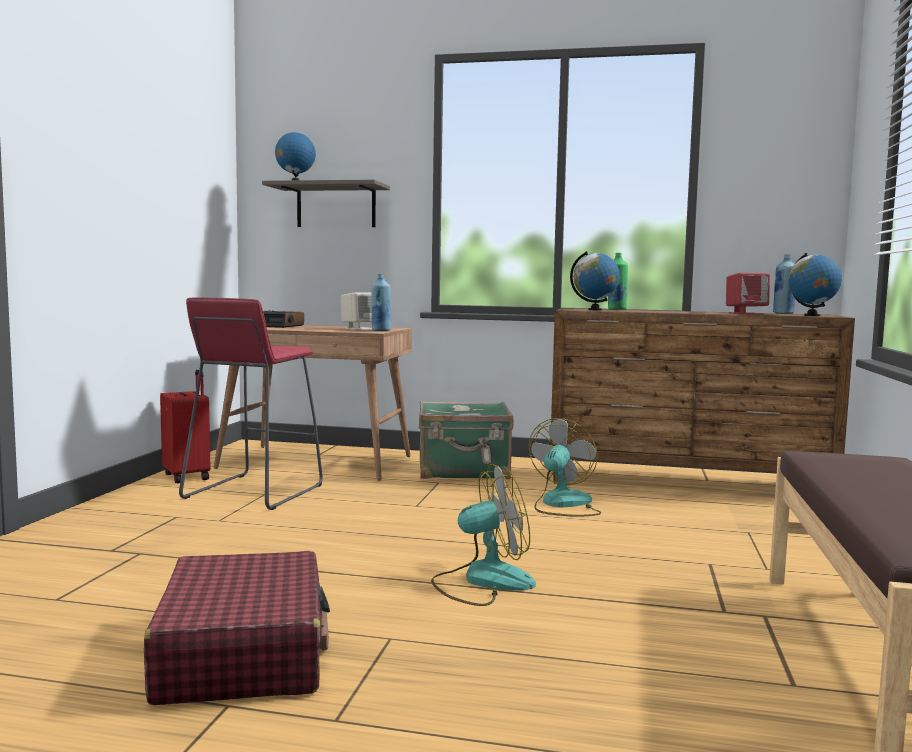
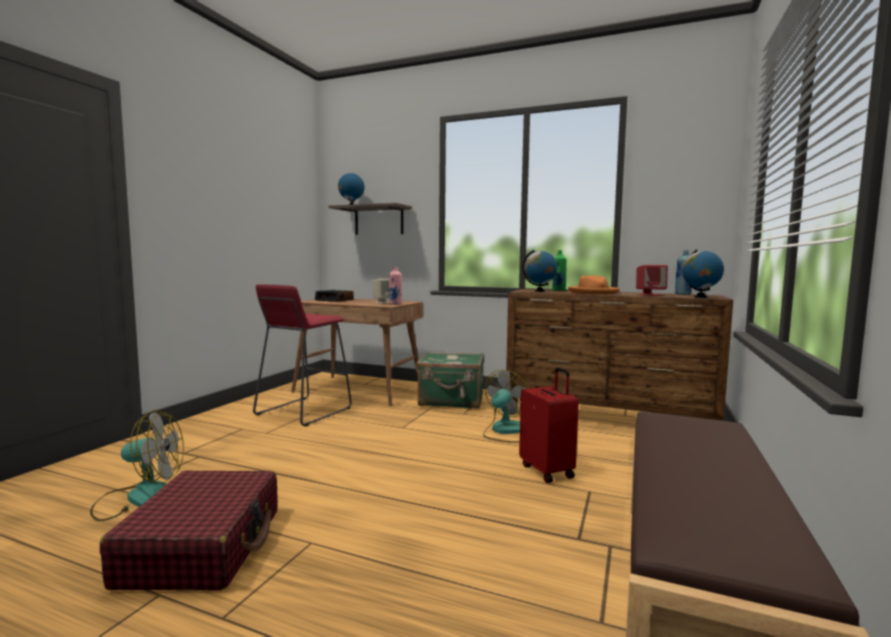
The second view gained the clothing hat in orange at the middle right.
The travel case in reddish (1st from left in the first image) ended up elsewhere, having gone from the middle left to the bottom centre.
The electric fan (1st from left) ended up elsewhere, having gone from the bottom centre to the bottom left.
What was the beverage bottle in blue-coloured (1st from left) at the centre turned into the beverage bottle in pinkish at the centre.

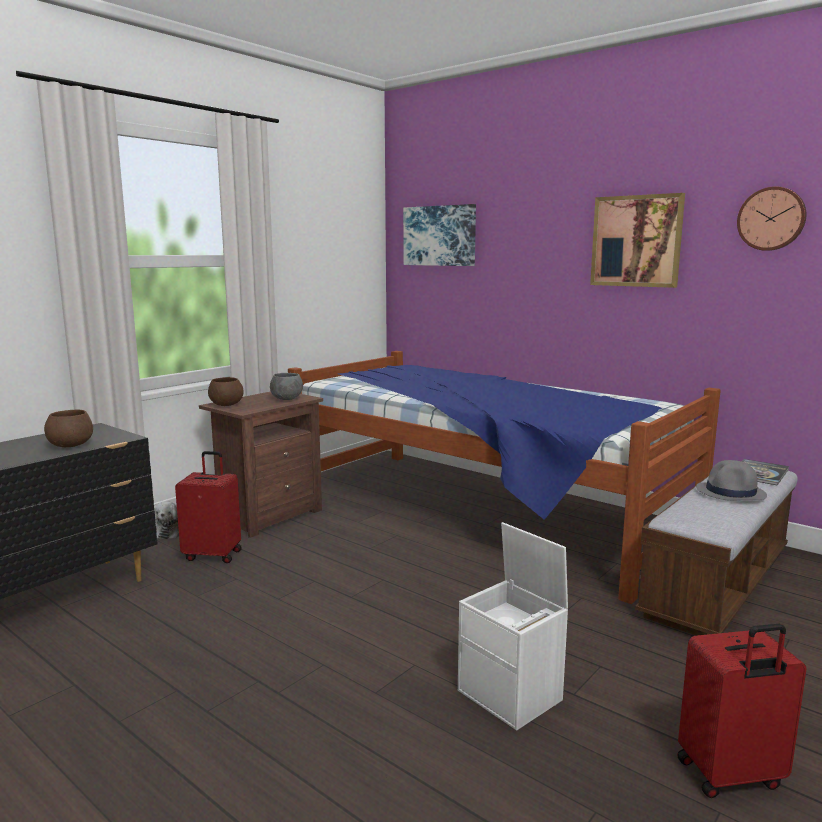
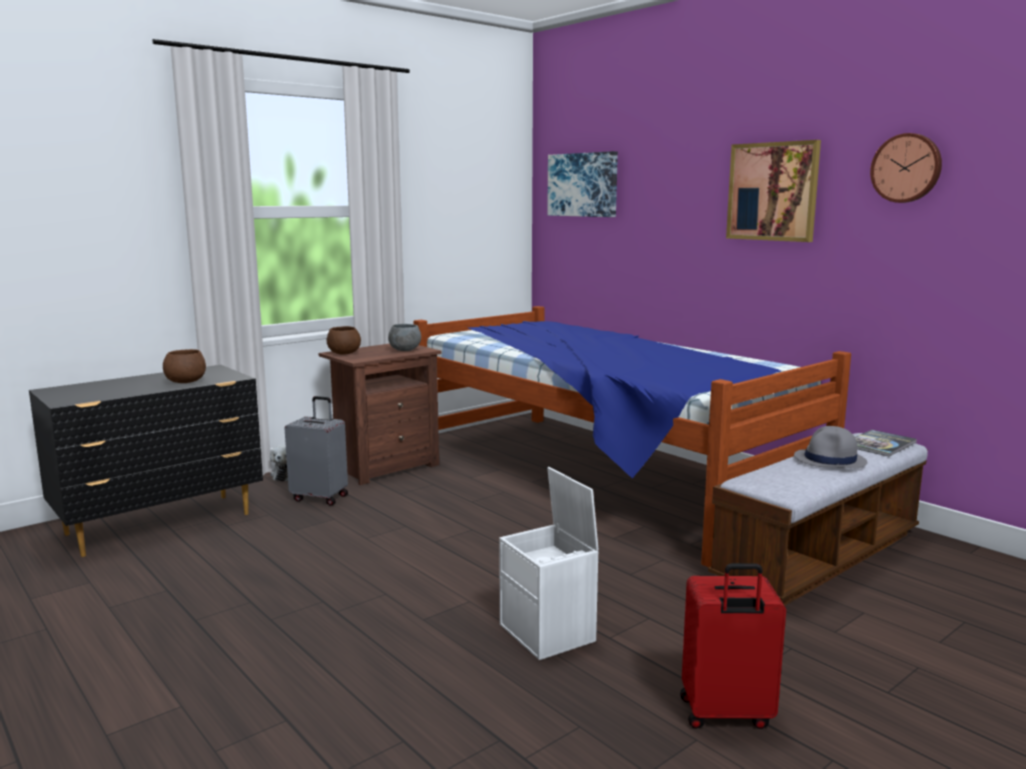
What was the travel case in reddish (1st from left) at the middle left turned into the travel case in gray at the middle left.

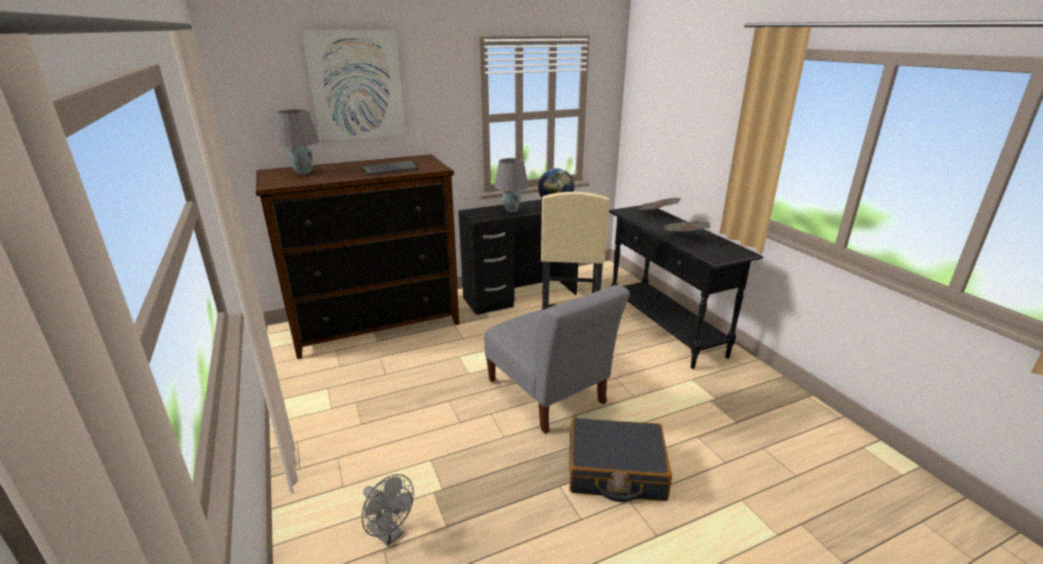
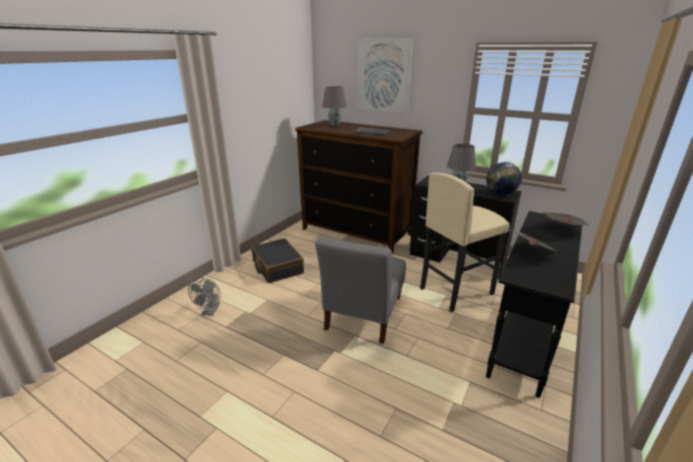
The travel case in blackish ended up elsewhere, having gone from the bottom centre to the centre.

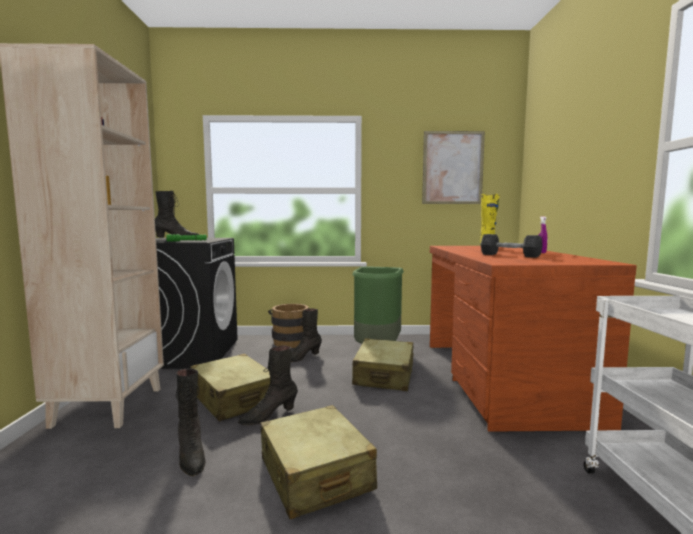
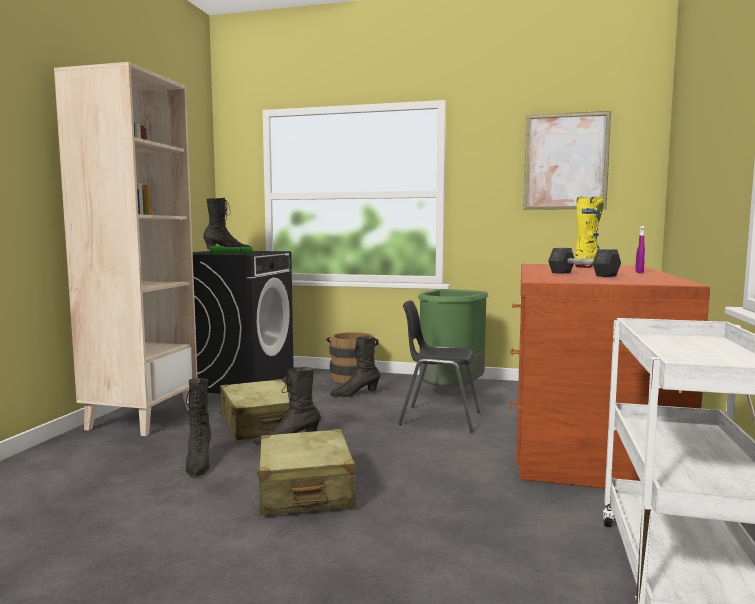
Where the travel case in beige (3rd from left) stood at the bottom centre, the upright chair in blackish came to stand at the centre.

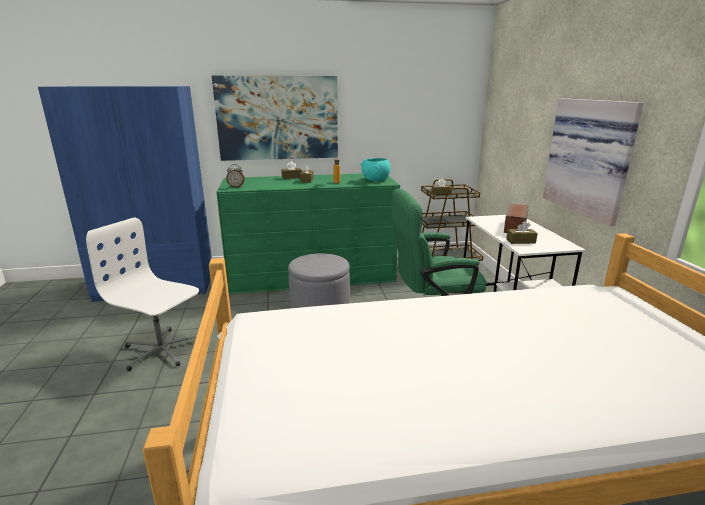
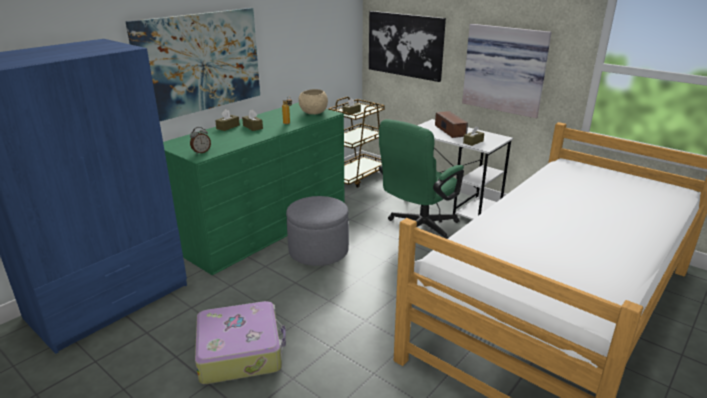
The second view gained the wall art (2nd from left) at the top centre.
Where the desk chair in white-coloured stood at the middle left, the travel case came to stand at the bottom centre.
What was the bowl in blue-green at the centre turned into the bowl in beige at the top centre.

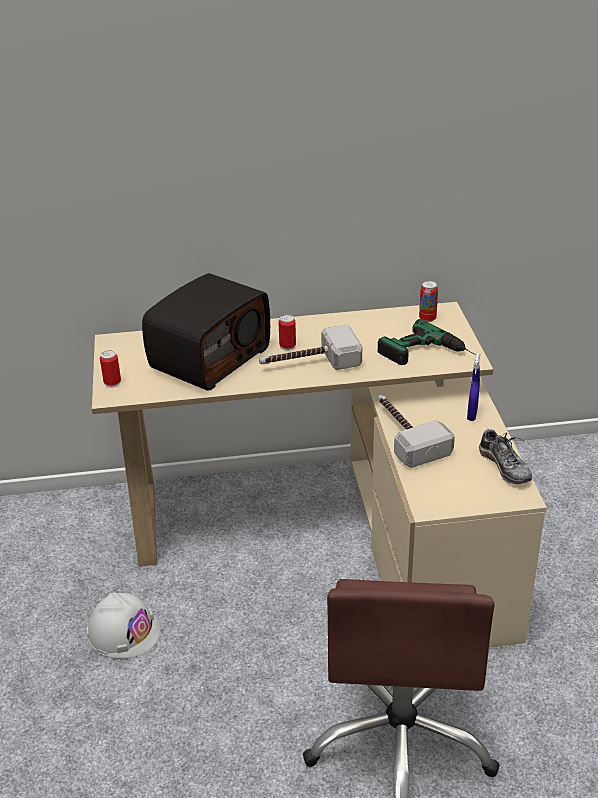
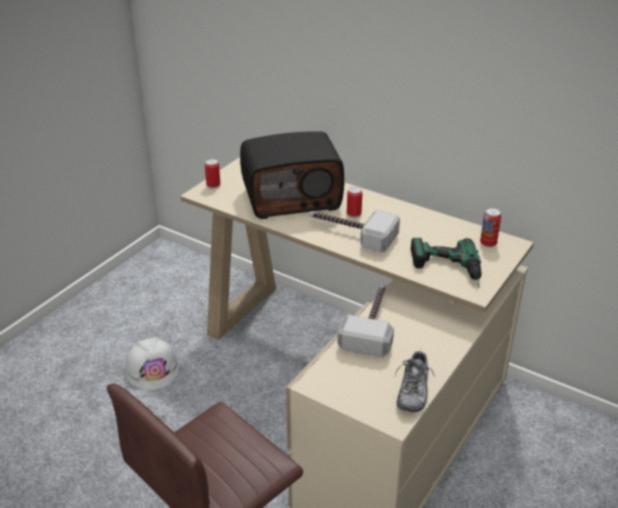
The second view lost the hand sprayer in blue-coloured at the middle right.

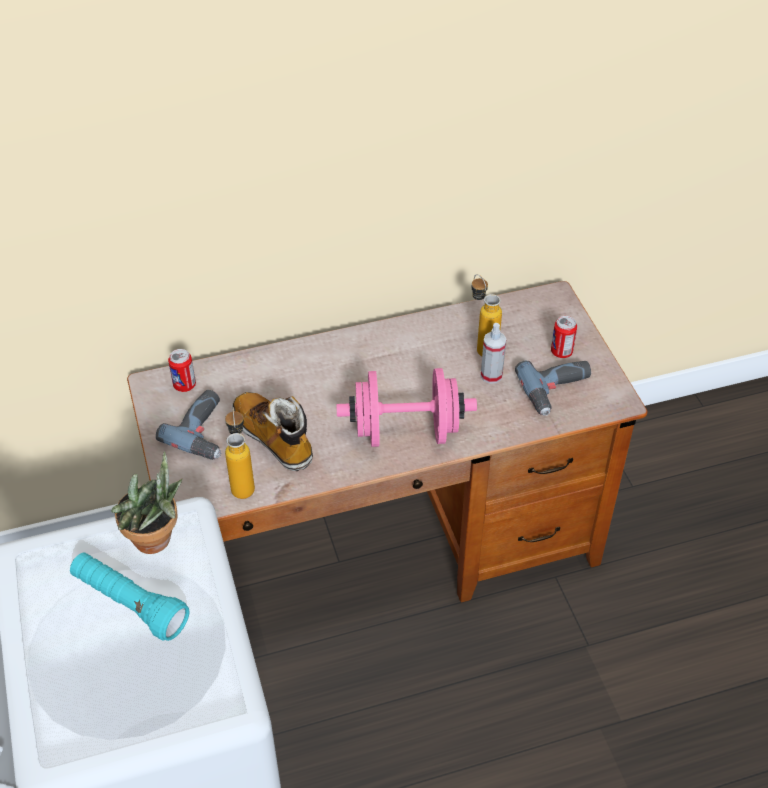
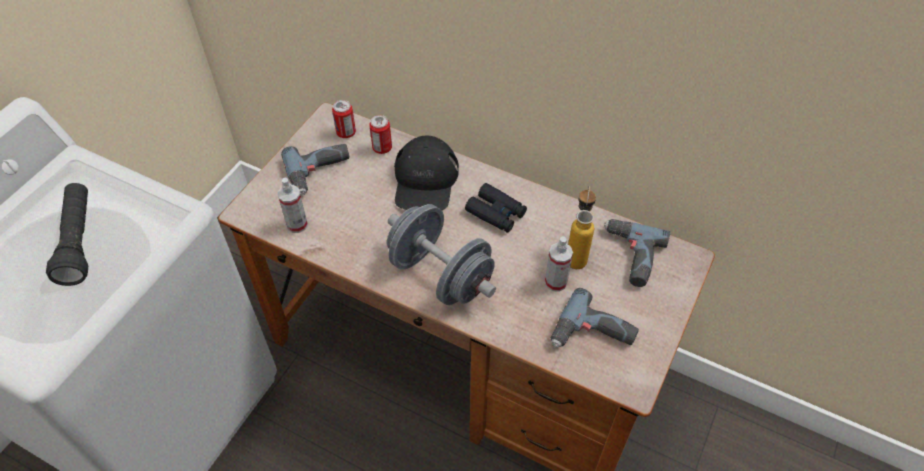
The second view lost the potted plant at the middle left.
The second view lost the boot at the centre.
The second view gained the cap in blackish at the centre.
The second view gained the pair of binoculars in blackish at the centre.
The second view gained the power drill (3rd from left) at the middle right.
The metal can (2nd from left) ended up elsewhere, having gone from the middle right to the top centre.
Where the beverage bottle (1st from left) stood at the middle left, the hand sprayer (1st from left) came to stand at the middle left.
What was the hand torch in blue-green at the bottom left turned into the hand torch in blackish at the middle left.
What was the dumbbell in pinkish at the centre turned into the dumbbell in gray at the centre.

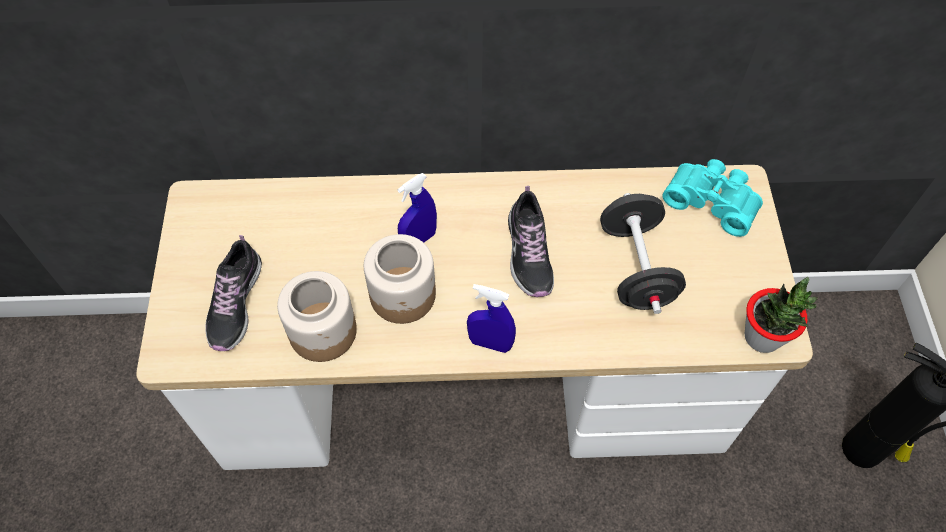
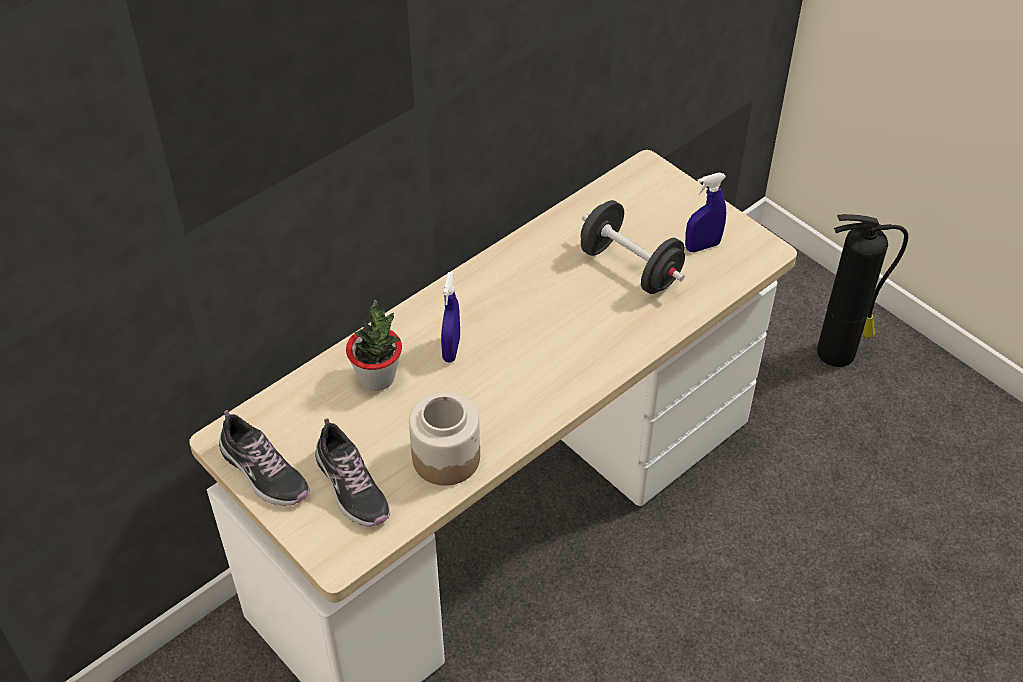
The second view lost the jar (2nd from left) at the centre.
The second view lost the pair of binoculars in blue-green at the middle right.
The hand sprayer in blue-coloured (2nd from left) ended up elsewhere, having gone from the centre to the top right.
The item of footwear (2nd from left in the first image) ended up elsewhere, having gone from the centre to the bottom left.
The potted plant ended up elsewhere, having gone from the middle right to the centre.

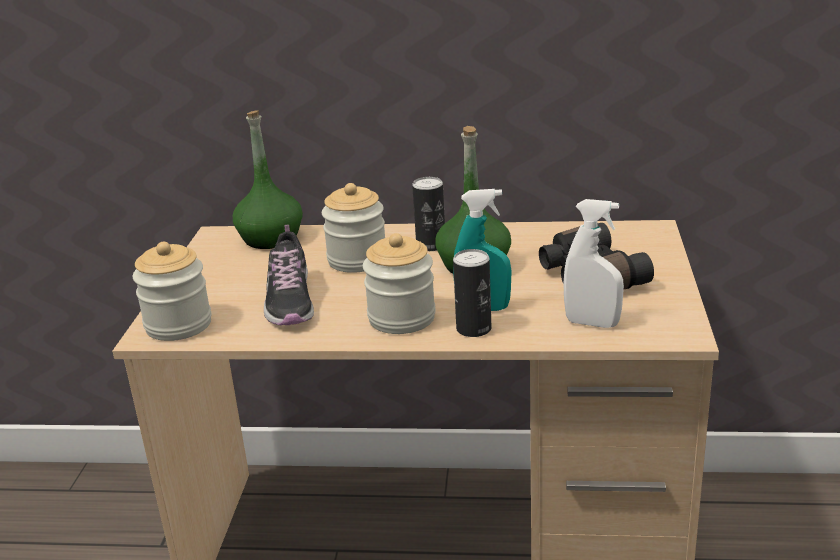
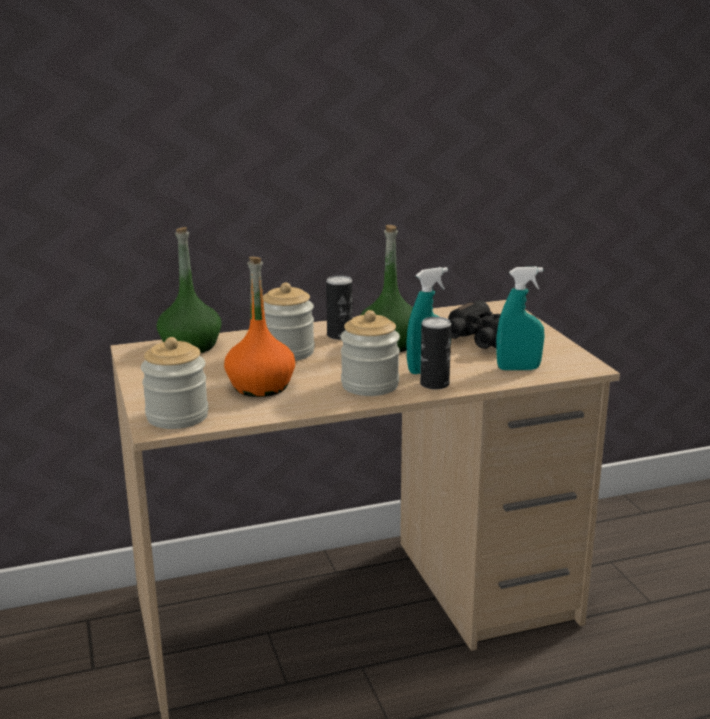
Where the item of footwear stood at the centre, the beverage bottle in orange came to stand at the centre.
What was the hand sprayer in white-coloured at the middle right turned into the hand sprayer in blue-green (2nd from left) at the middle right.

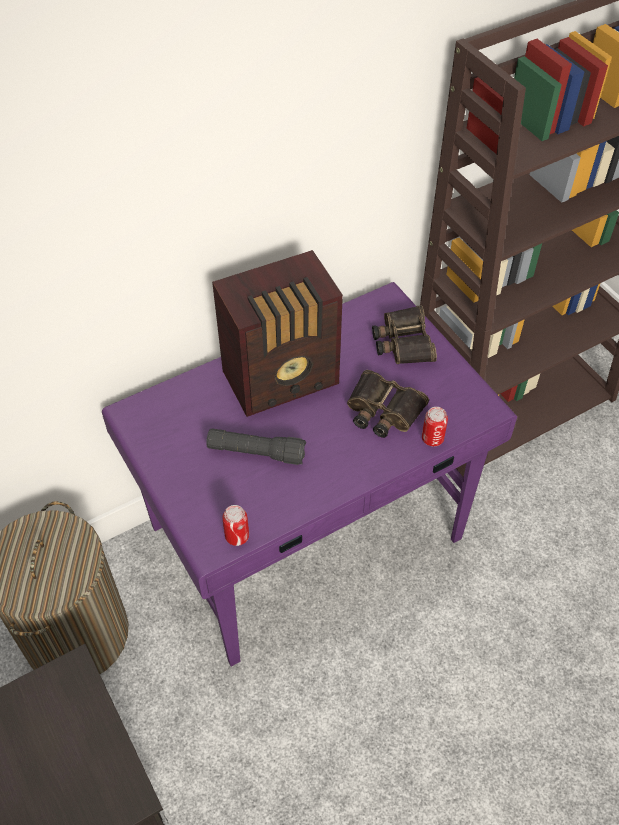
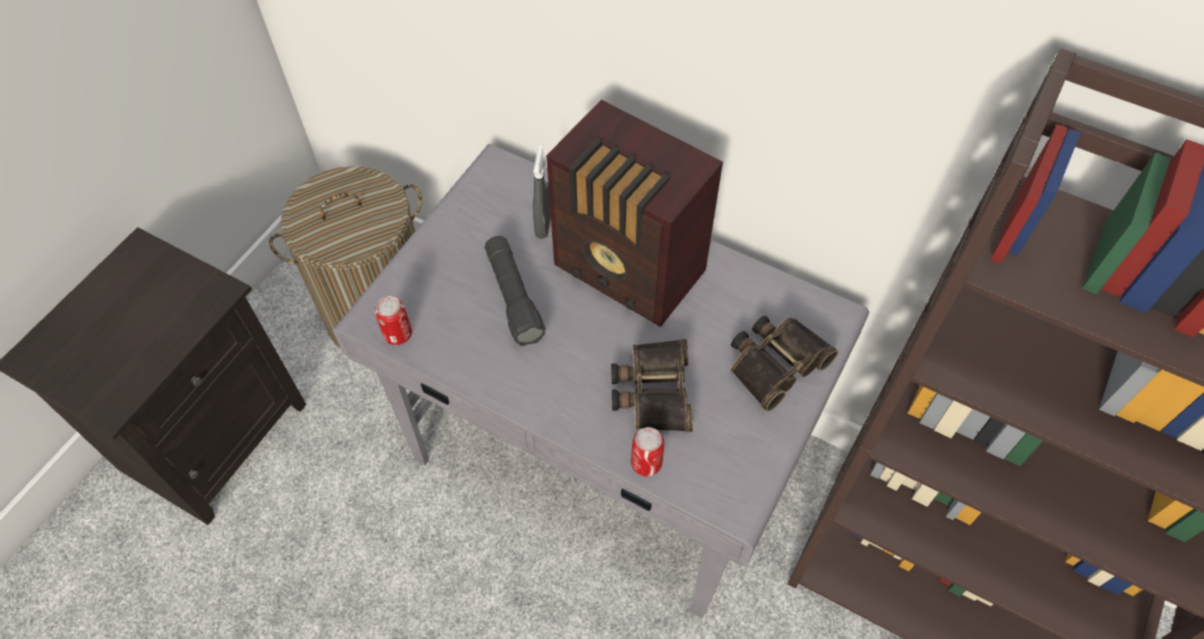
The second view gained the hand sprayer in gray at the top centre.
What was the desk table in purple at the centre turned into the desk table in gray at the centre.

